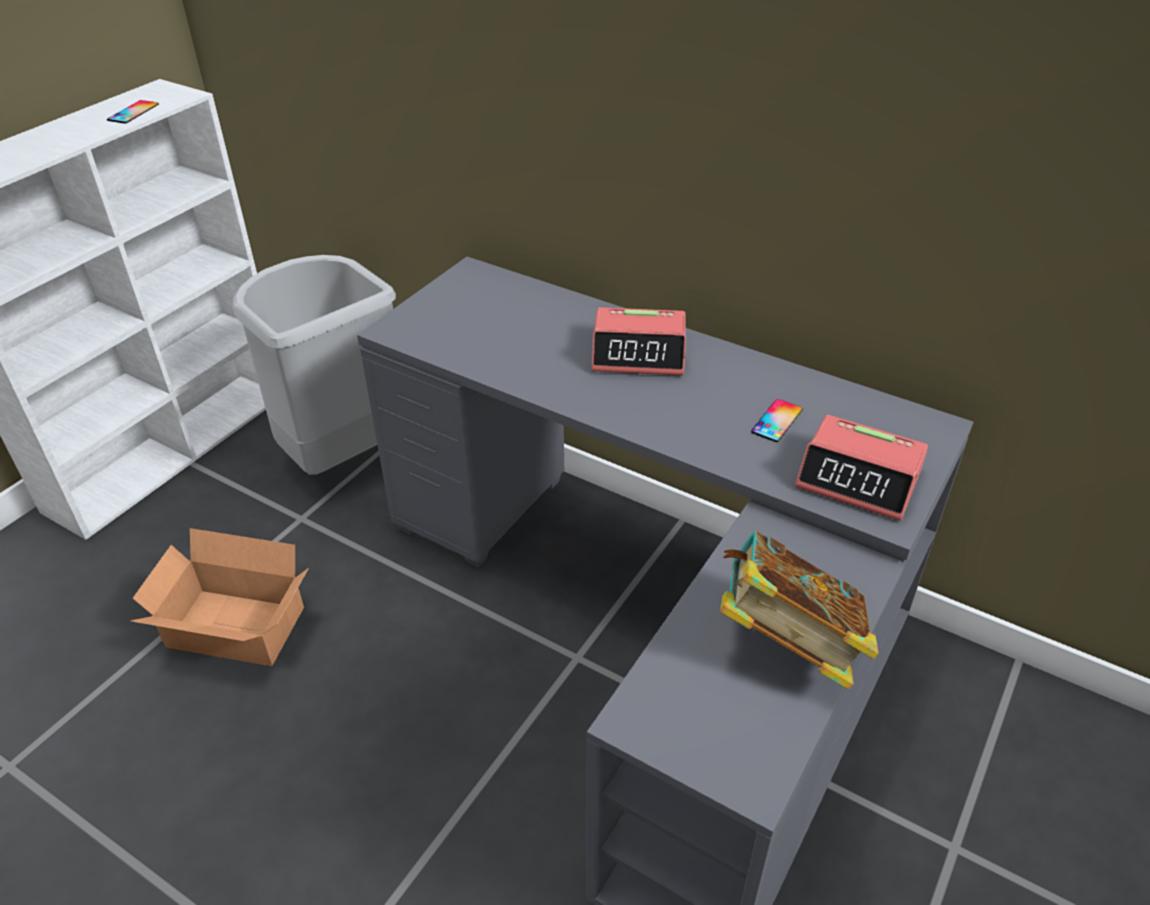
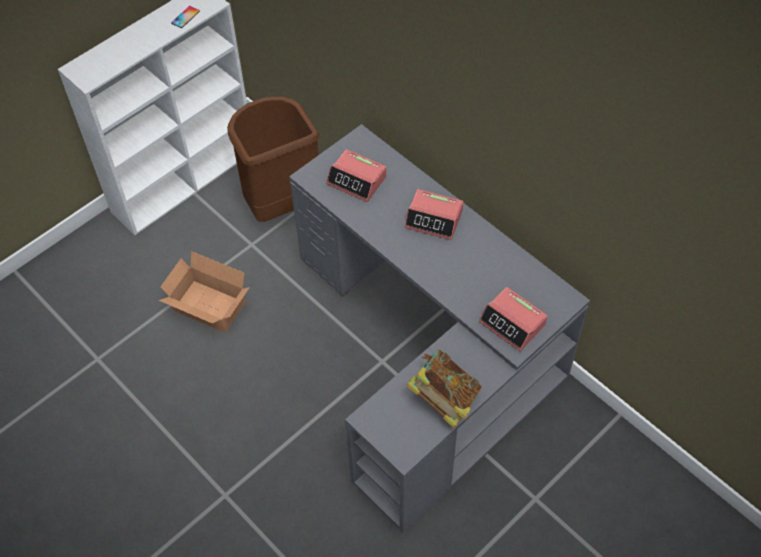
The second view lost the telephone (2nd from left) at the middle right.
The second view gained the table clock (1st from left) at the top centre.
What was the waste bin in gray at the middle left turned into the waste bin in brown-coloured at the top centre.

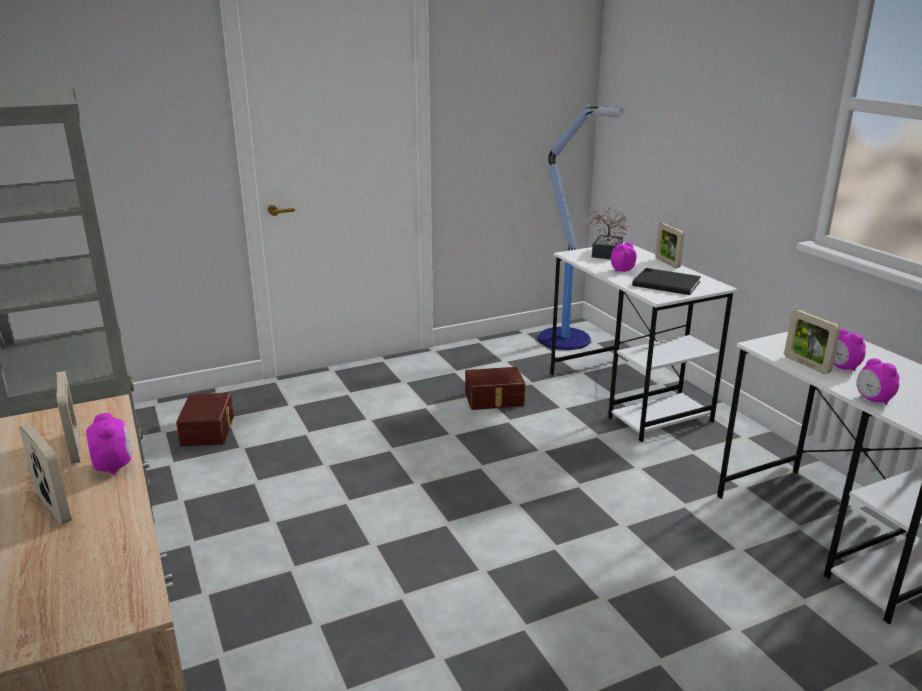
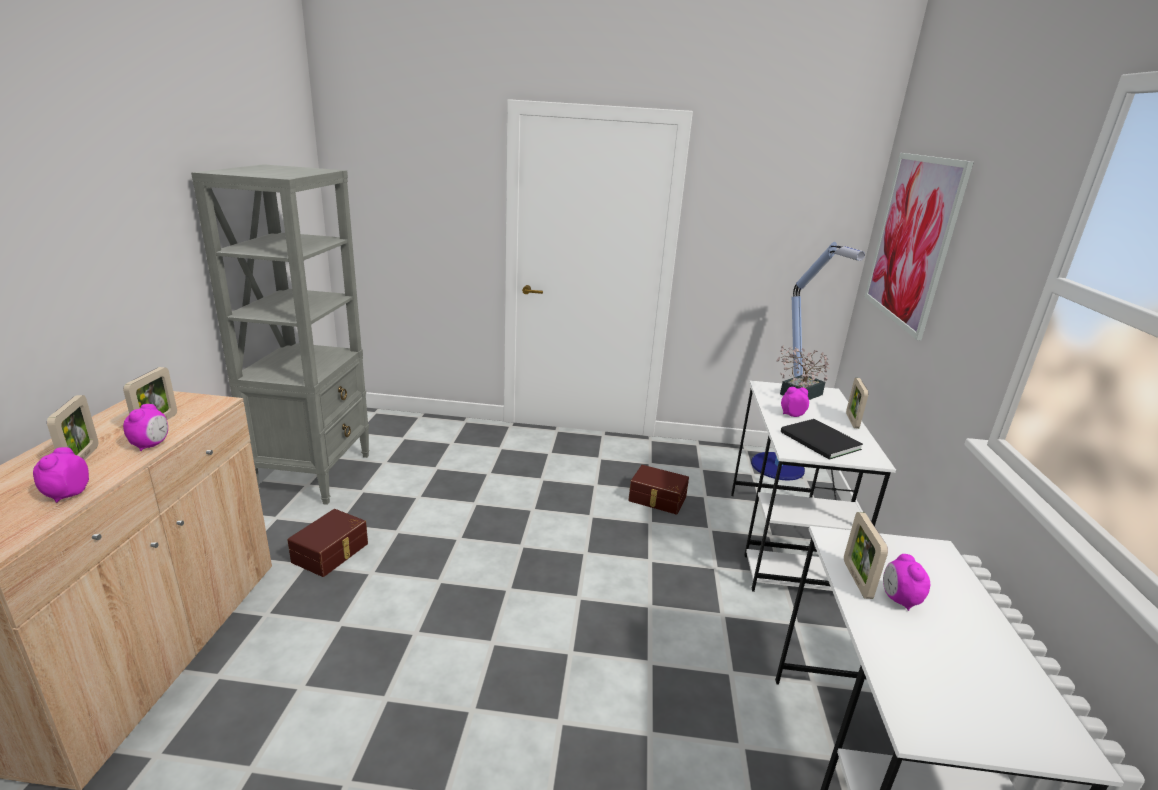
The second view gained the wall art at the top right.
The storage container in brown-coloured (1st from left) ended up elsewhere, having gone from the middle left to the bottom left.
The table clock (4th from left in the first image) ended up elsewhere, having gone from the middle right to the middle left.

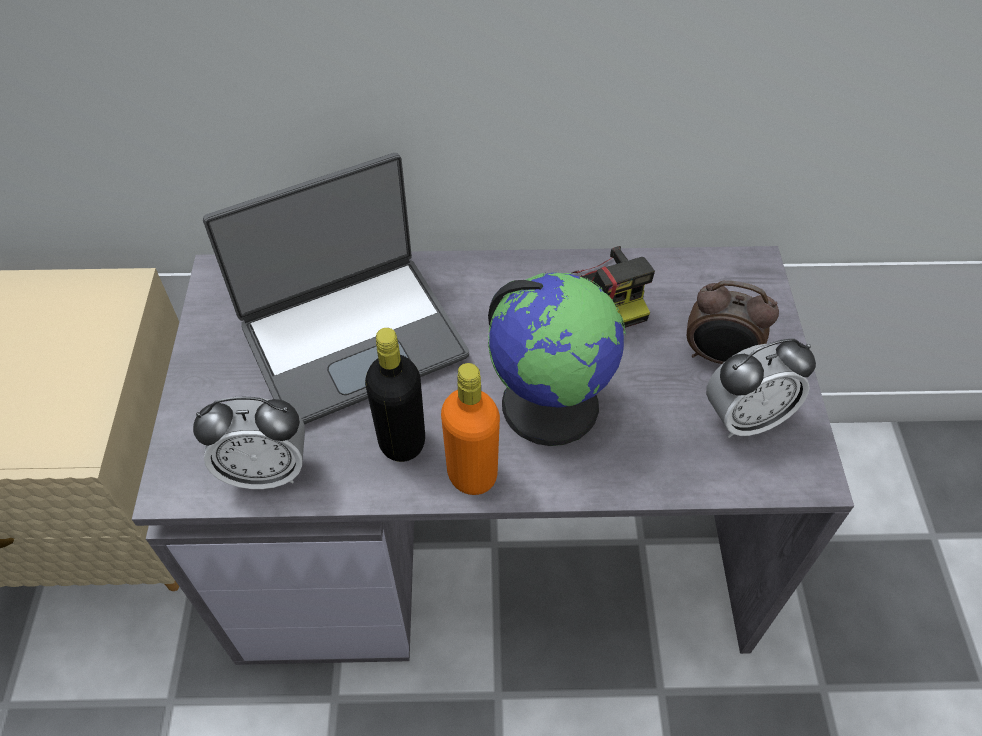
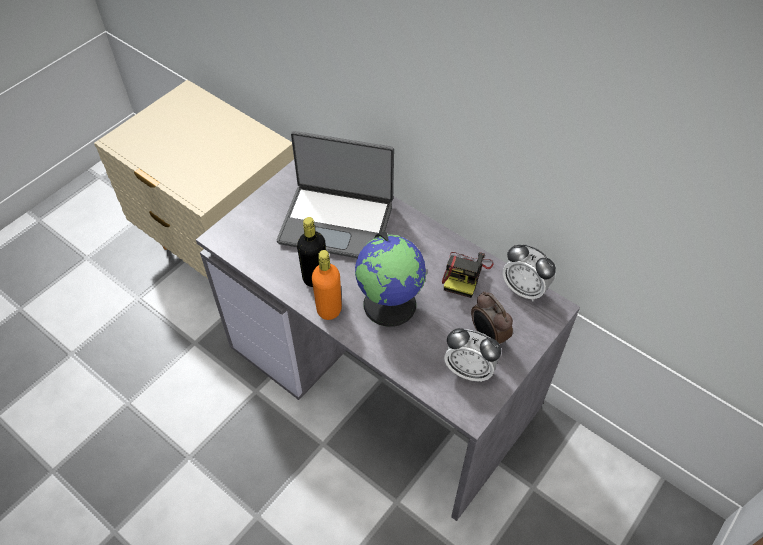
The table clock (1st from left in the first image) ended up elsewhere, having gone from the middle left to the middle right.

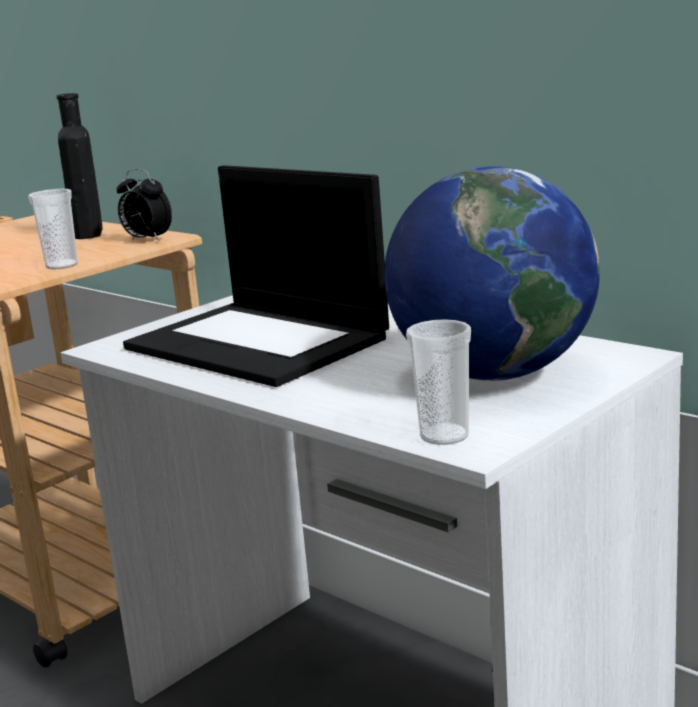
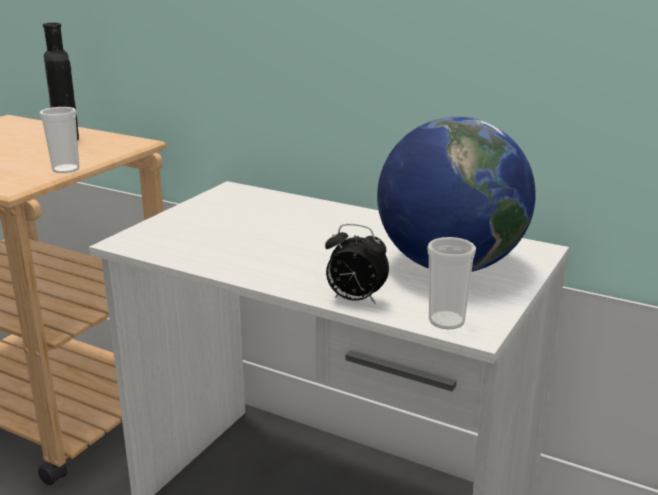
The second view lost the laptop at the centre.
The table clock ended up elsewhere, having gone from the top left to the centre.

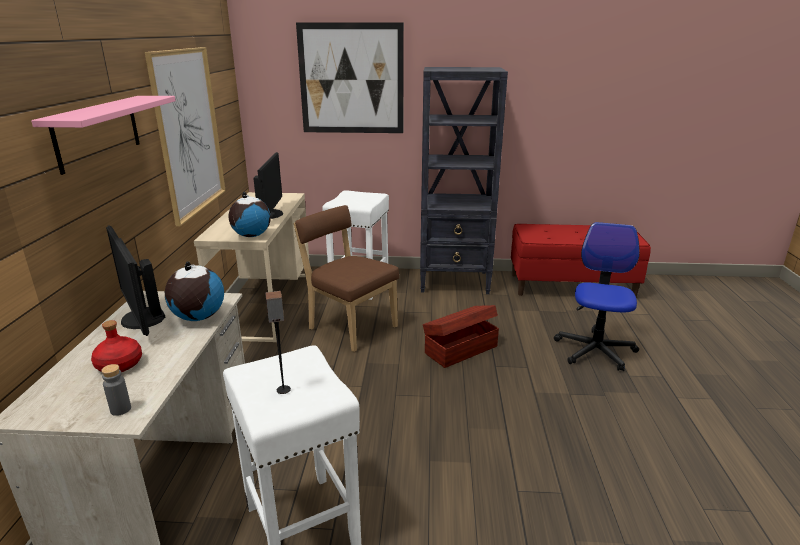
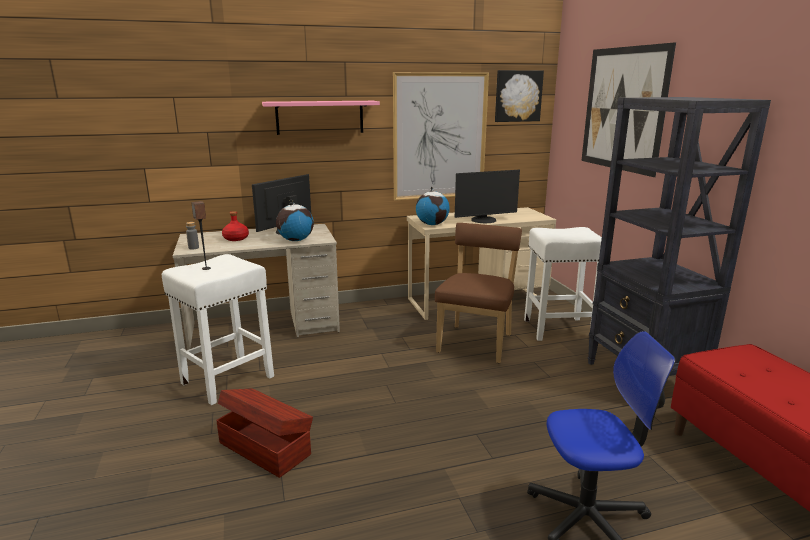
The second view gained the wall art (2nd from left) at the top centre.
The storage container in brown-coloured ended up elsewhere, having gone from the centre to the bottom left.

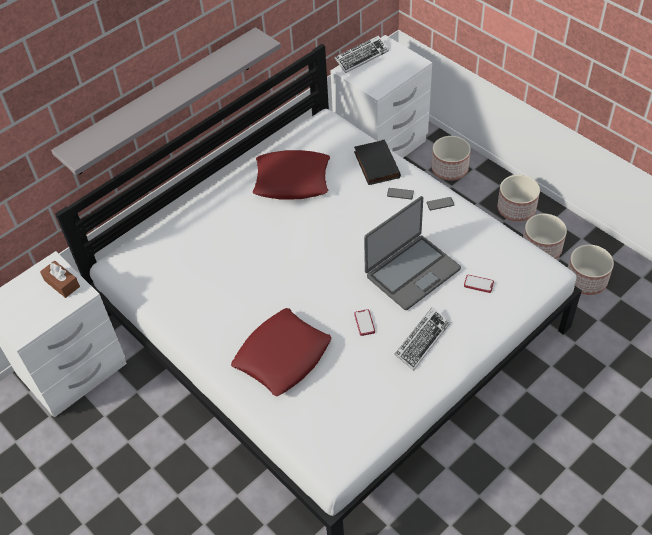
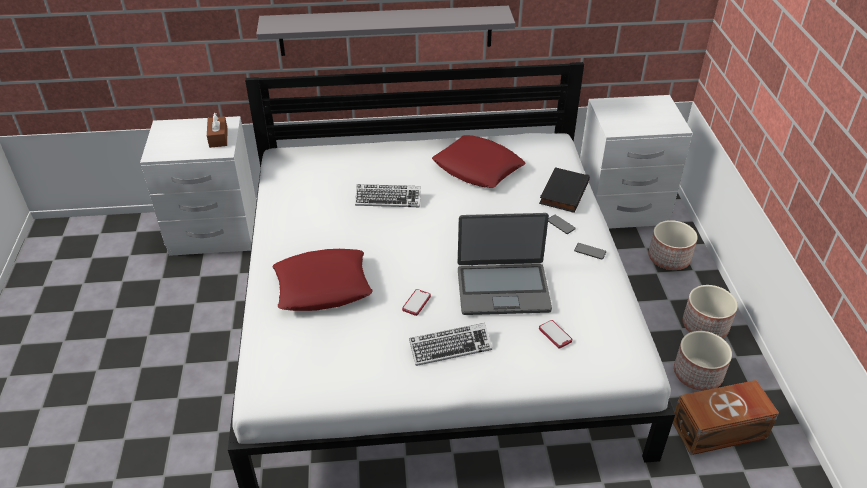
The computer keyboard (1st from left) ended up elsewhere, having gone from the top centre to the centre.
Where the planter (4th from left) stood at the middle right, the storage container in brown-coloured came to stand at the bottom right.

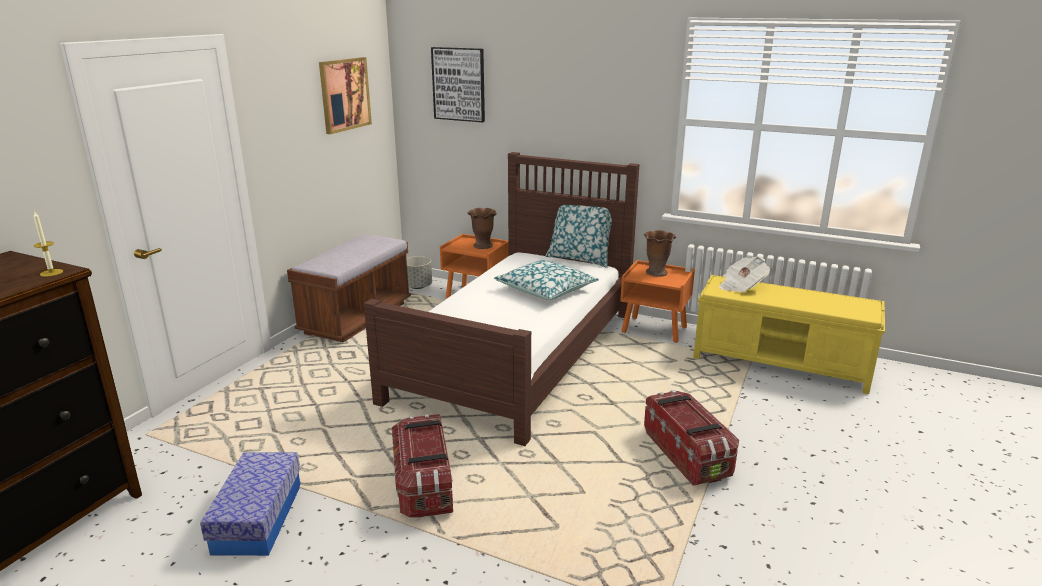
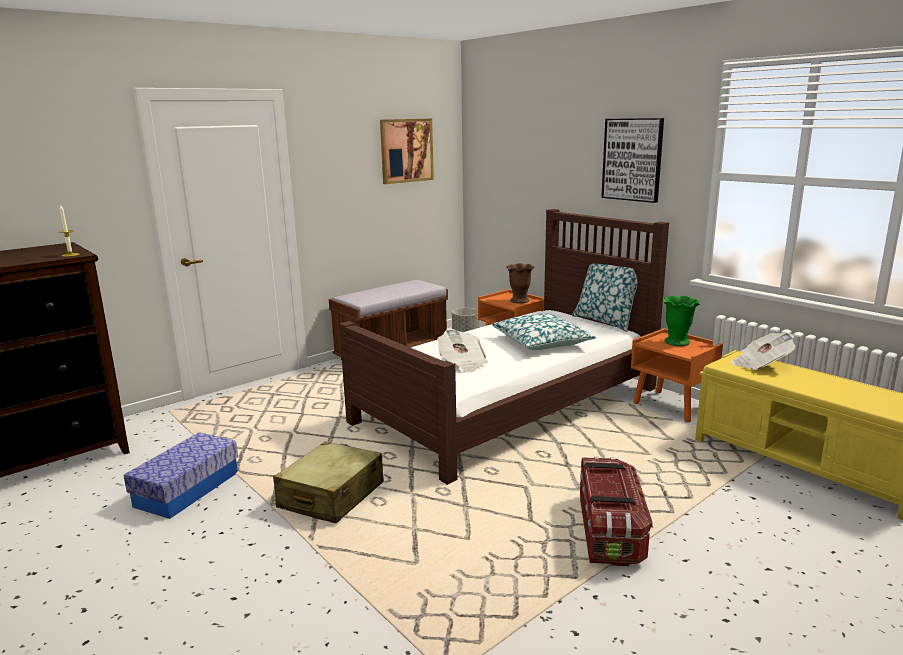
The second view gained the daily paper (1st from left) at the centre.
The wall art (2nd from left) ended up elsewhere, having gone from the top centre to the top right.
Where the storage container (2nd from left) stood at the bottom centre, the travel case in beige came to stand at the bottom centre.
What was the flower vase in brown-coloured (2nd from left) at the centre turned into the flower vase in green at the middle right.

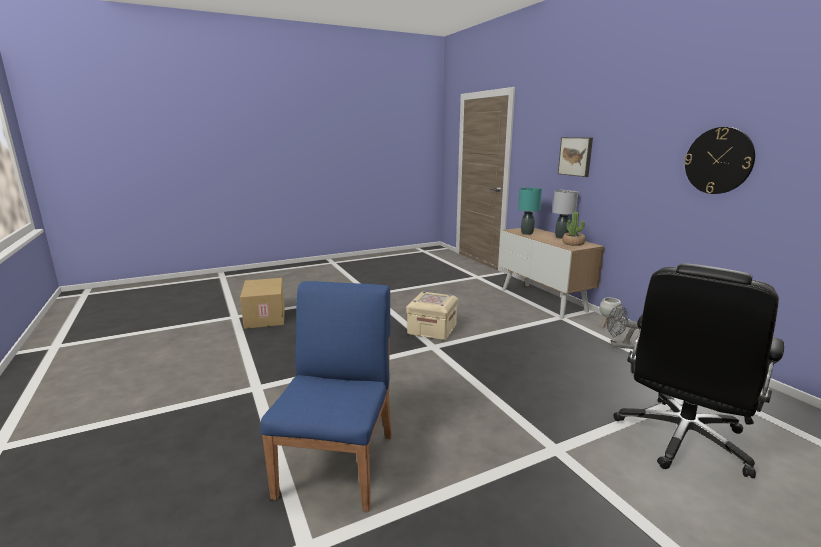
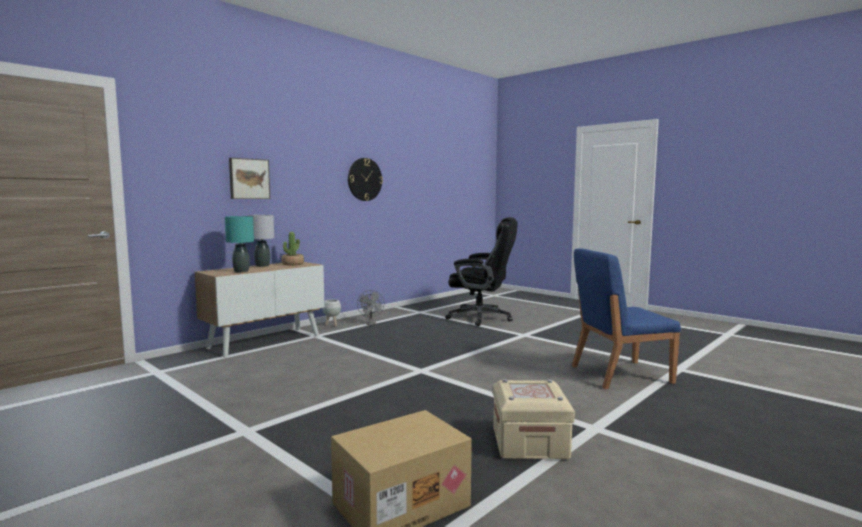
The storage container in beige ended up elsewhere, having gone from the centre to the bottom centre.

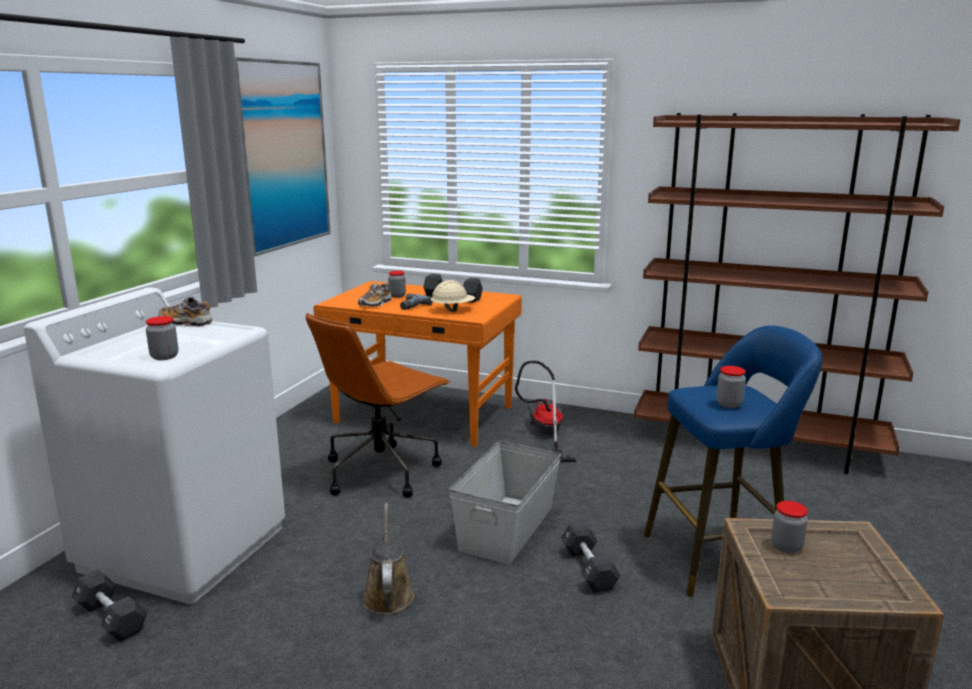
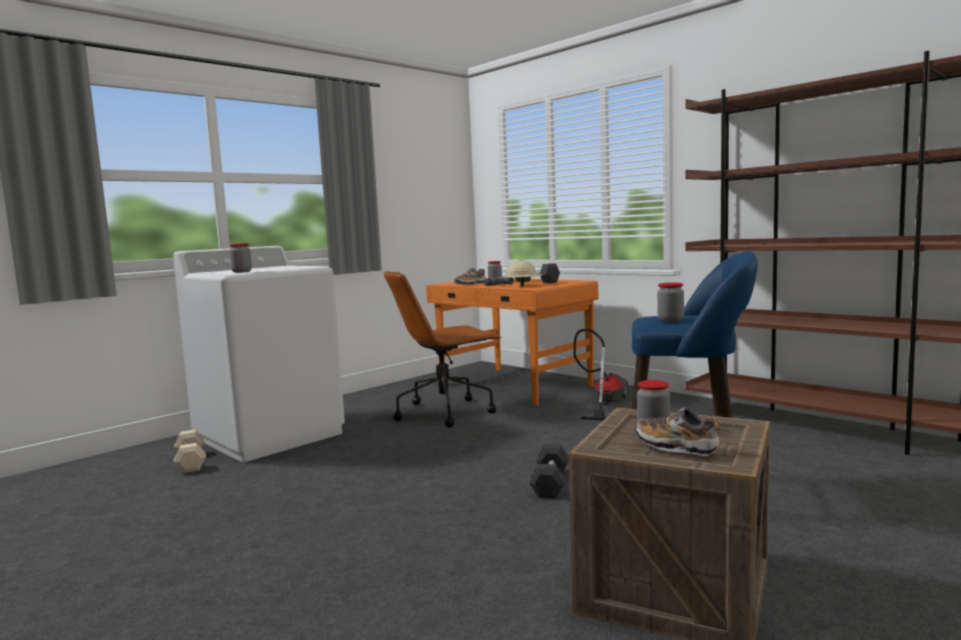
The second view lost the wall art at the top left.
The second view lost the watering pot in brown-coloured at the bottom centre.
The second view lost the storage container in gray at the bottom centre.
The item of footwear (1st from left in the first image) ended up elsewhere, having gone from the middle left to the bottom right.
What was the dumbbell in blackish (1st from left) at the bottom left turned into the dumbbell in beige at the bottom left.

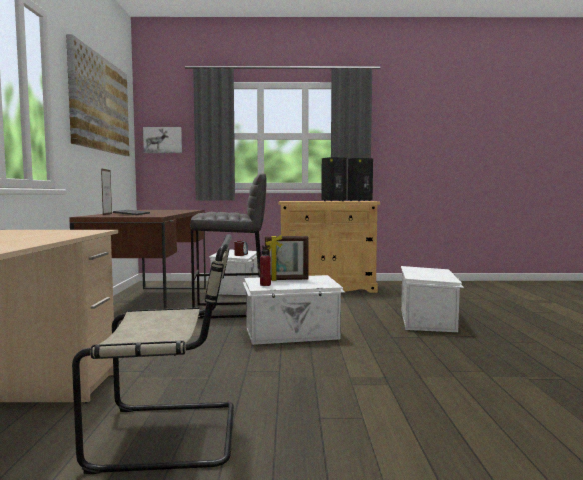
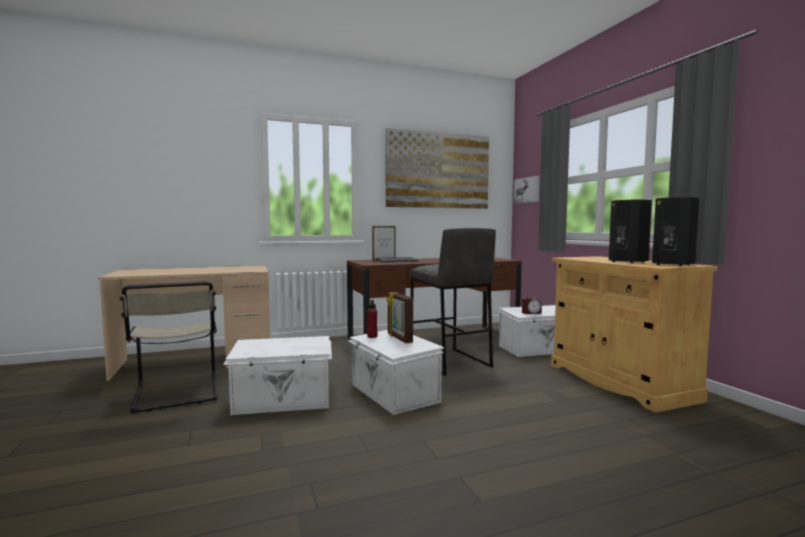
The storage container in white-coloured (3rd from left in the first image) ended up elsewhere, having gone from the middle right to the bottom centre.

